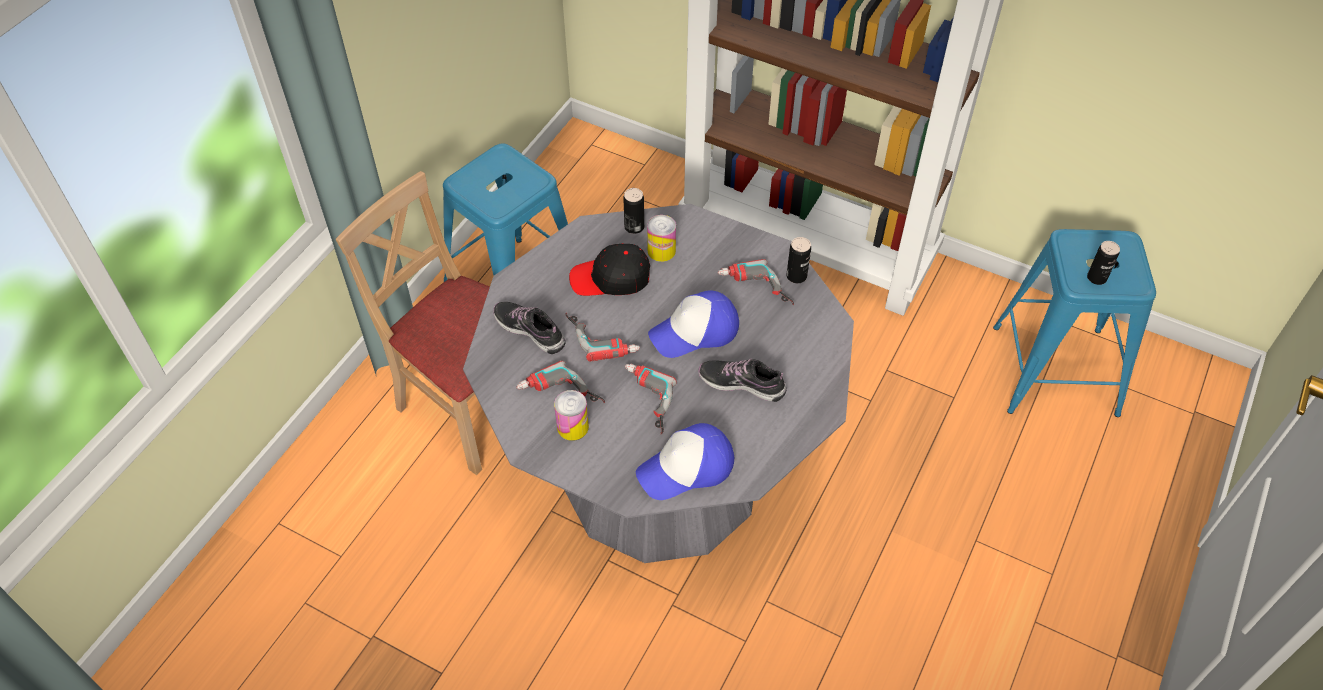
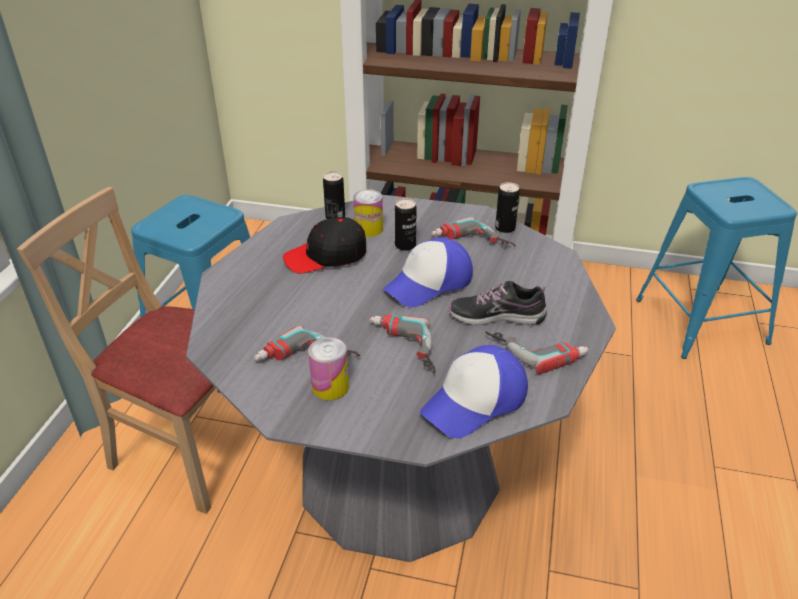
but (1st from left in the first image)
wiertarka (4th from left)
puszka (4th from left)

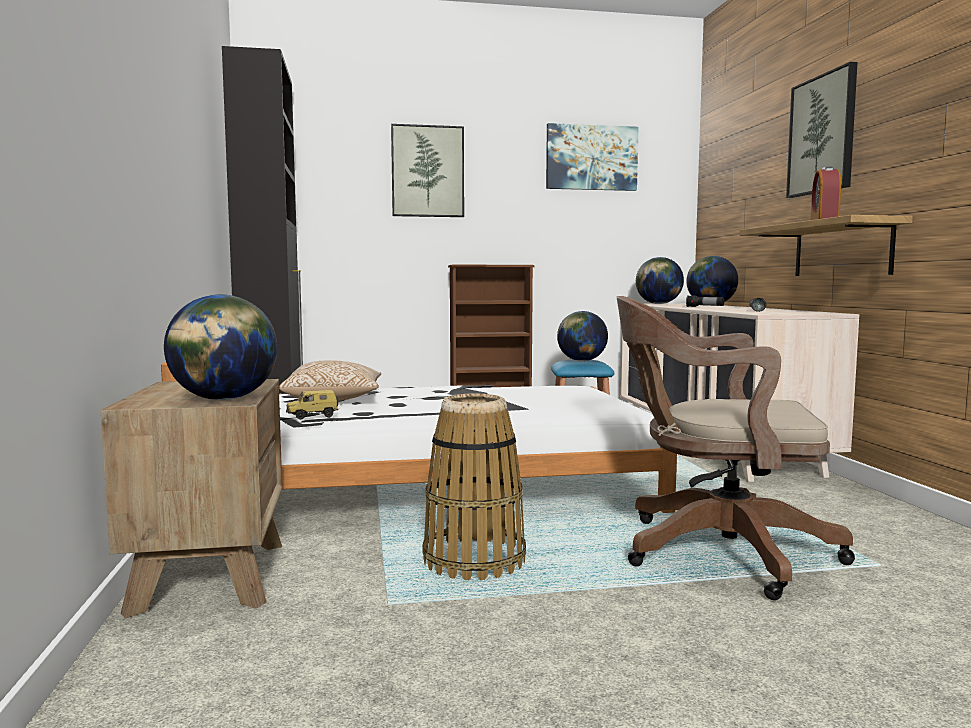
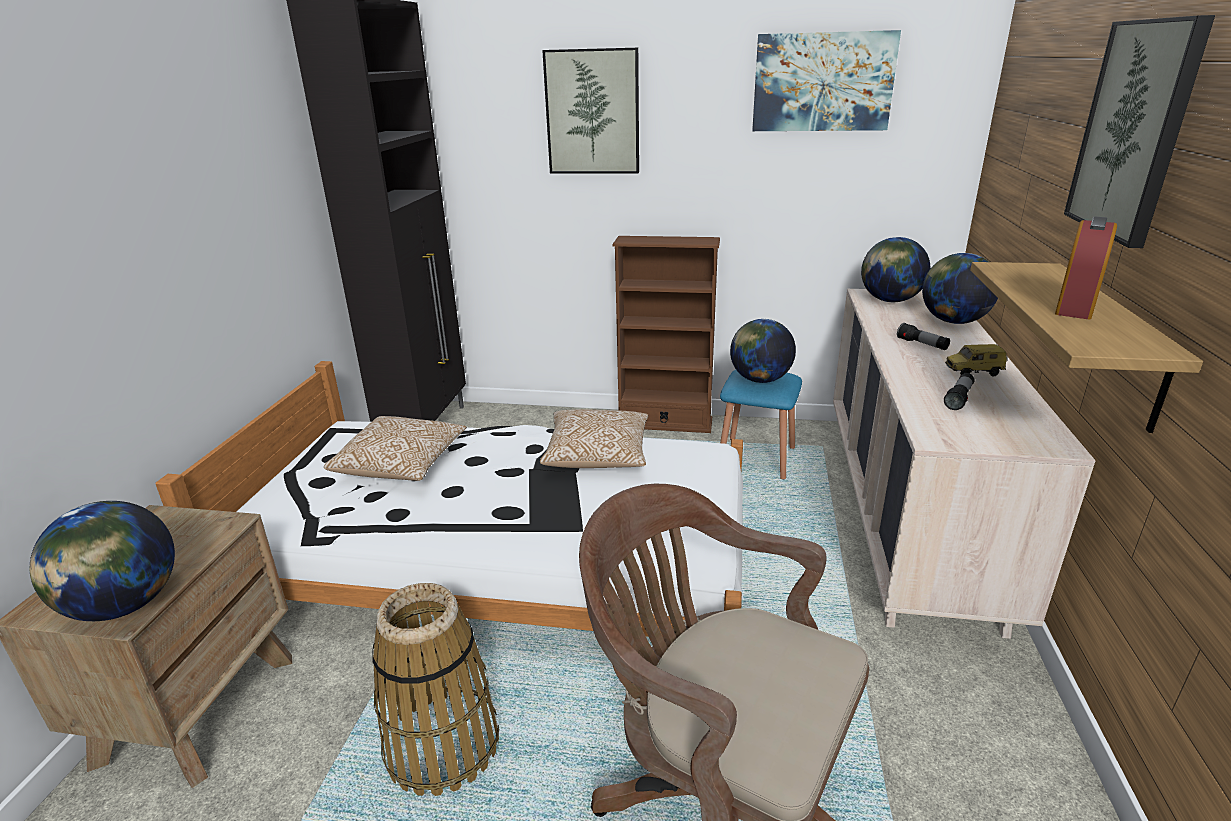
samochodzik
poduszka (2nd from left)

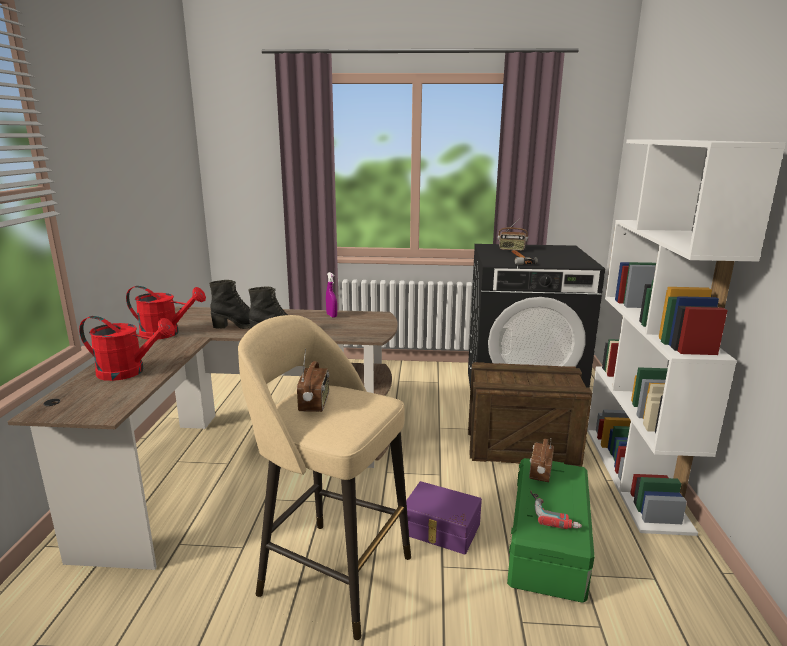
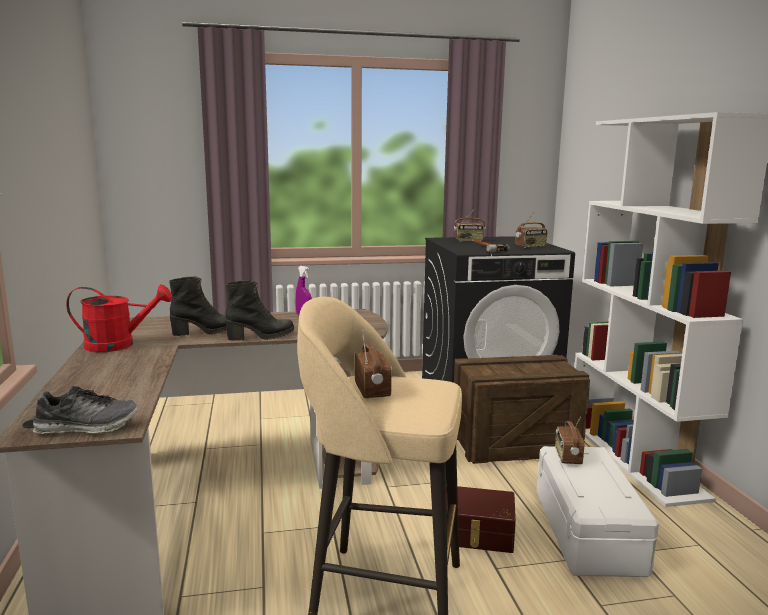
konewka/czerwony (1st from left in the first image)
pojemnik do przechowywania/brązowy
pojemnik do przechowywania/biały
wiertarka
but
radio (3rd from left)

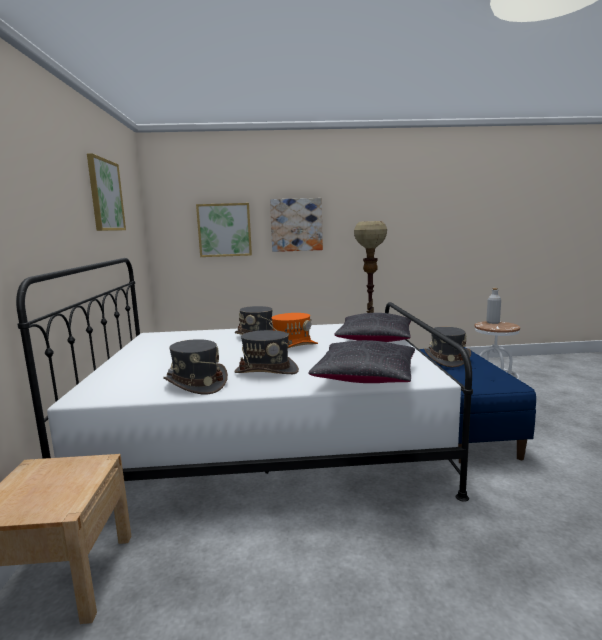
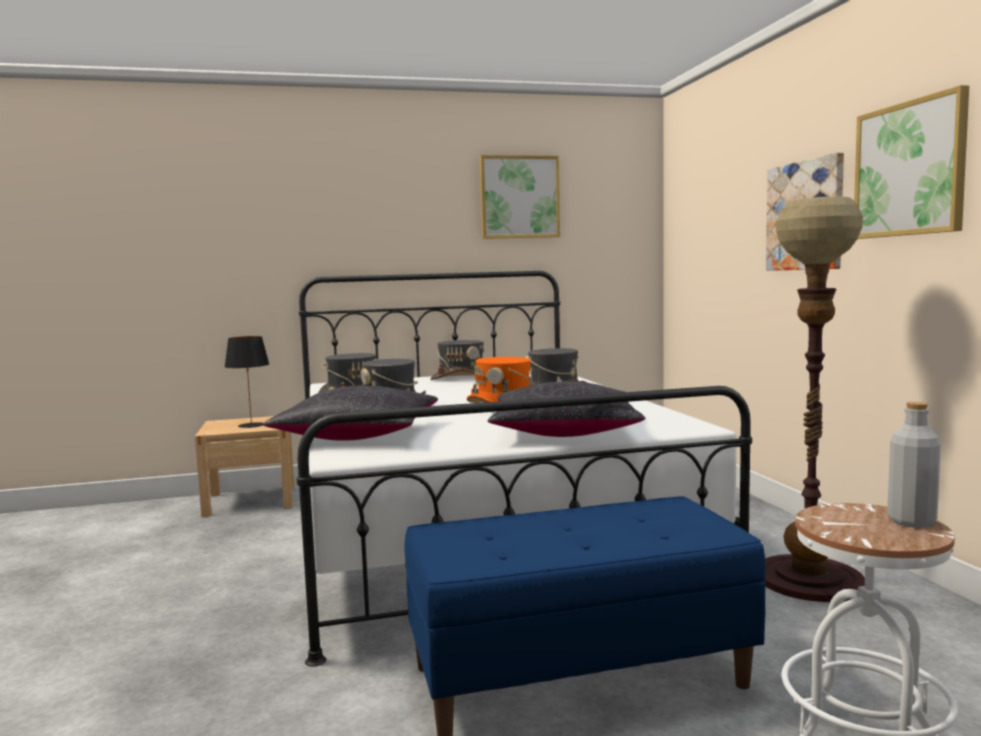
obraz (3rd from left)
kapelusz/szary (3rd from left)
lampa stołowa/czarny

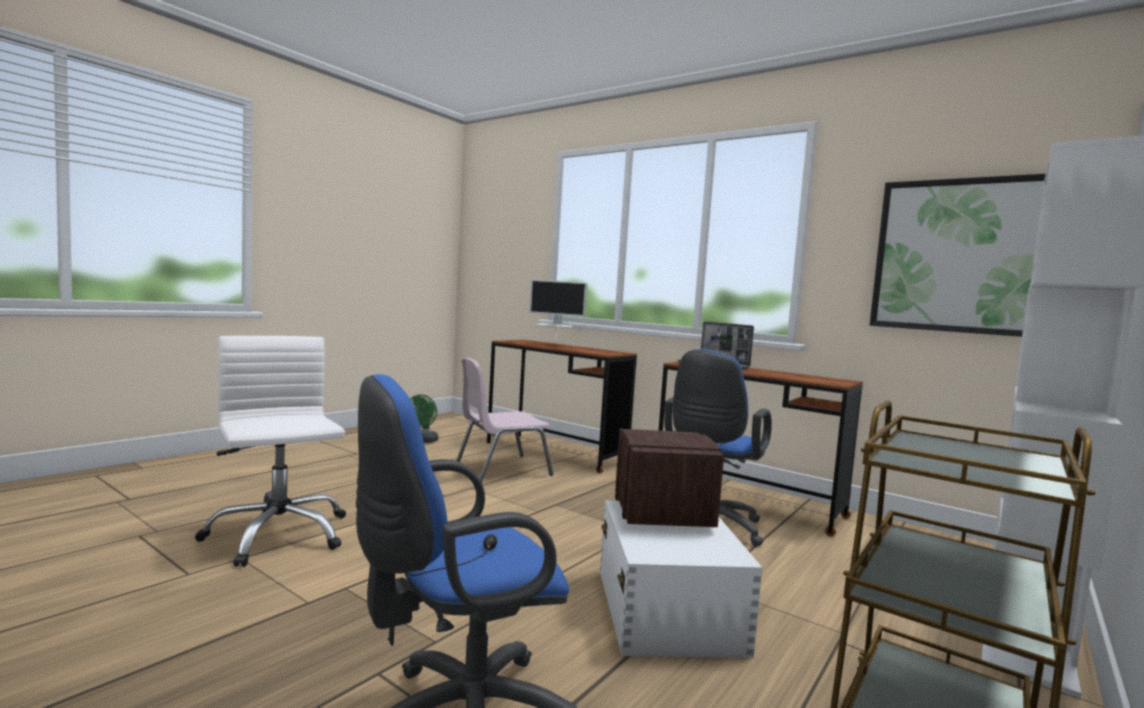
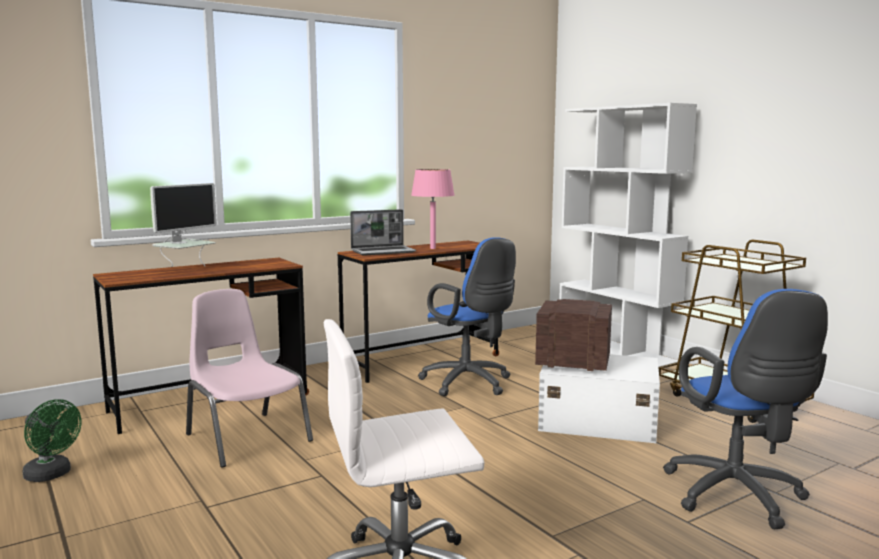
krzesło/różowy
obraz
lampa stołowa/różowy

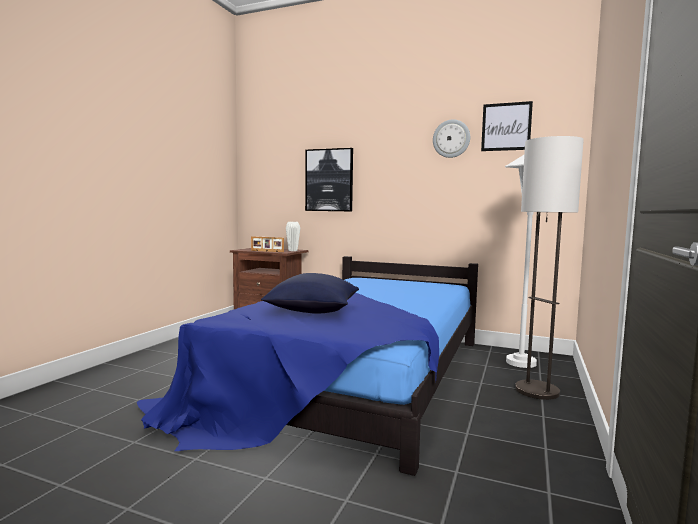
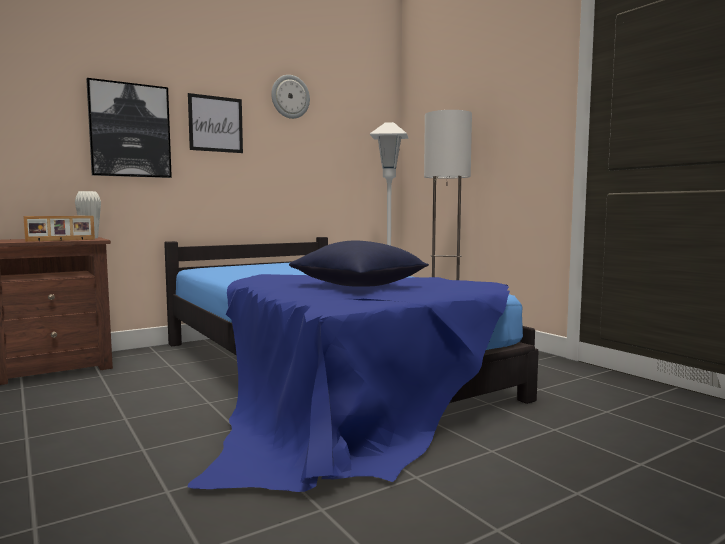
obraz (2nd from left)

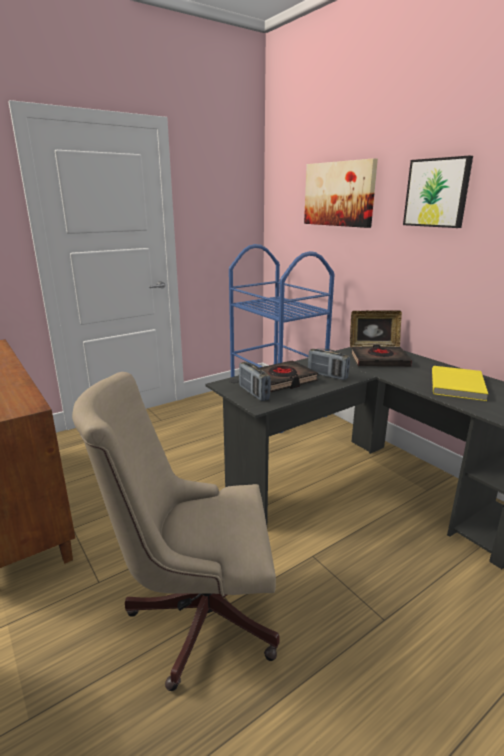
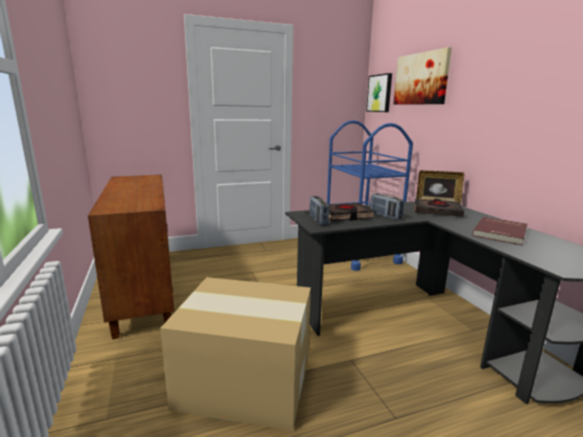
karton
obraz (1st from left)
książka/czerwony

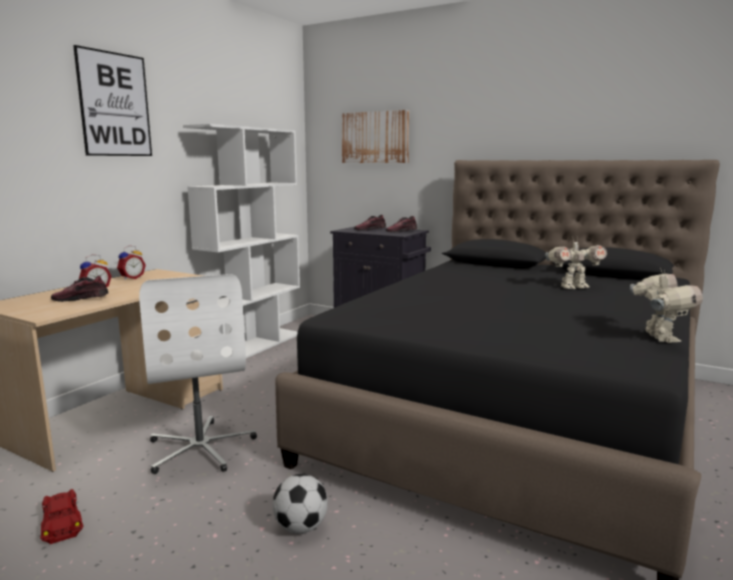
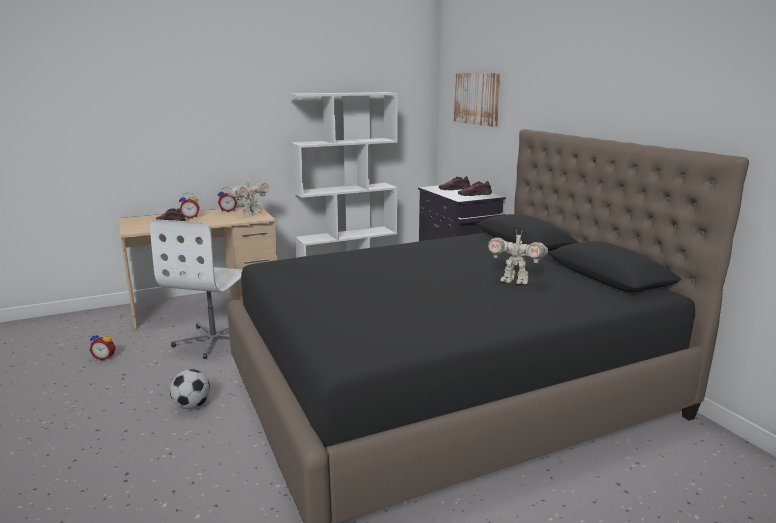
budzik (1st from left)
obraz (1st from left in the first image)
robot zabawkowy (1st from left)

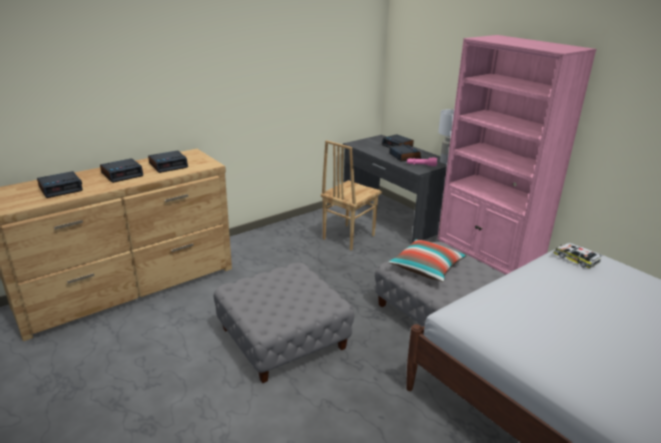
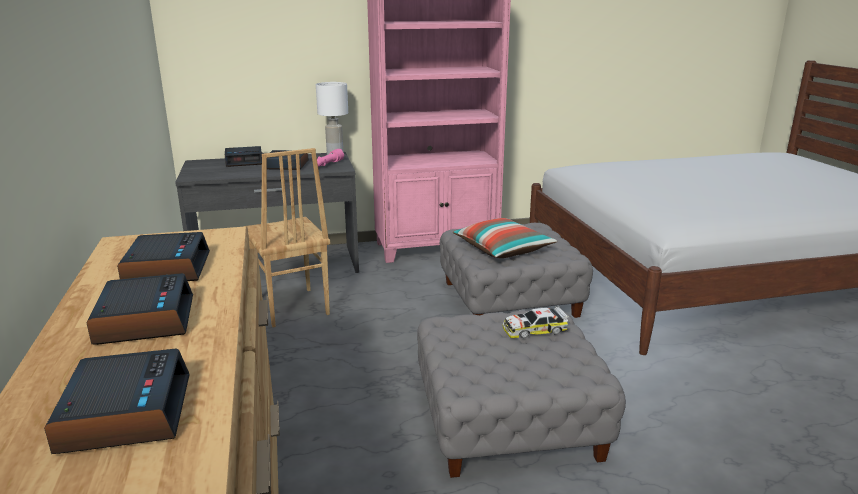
samochodzik

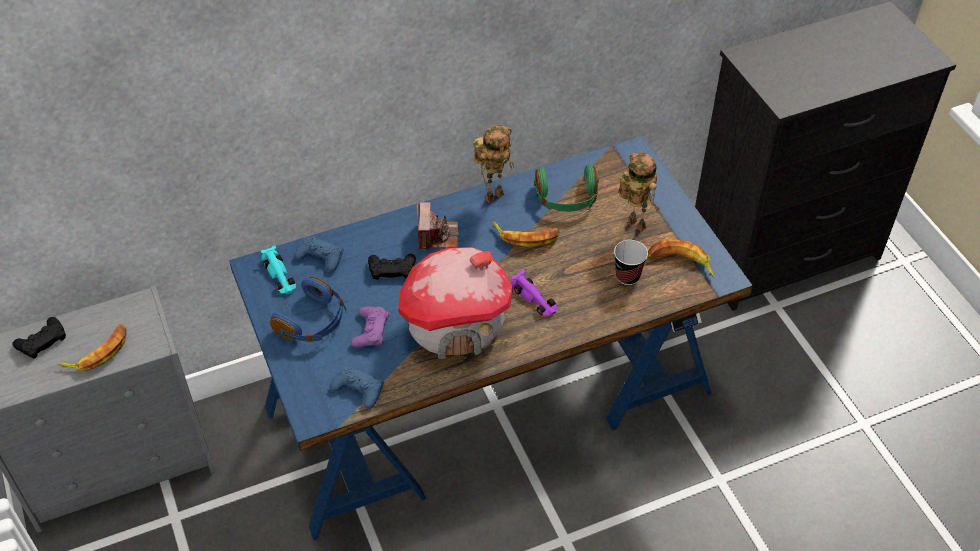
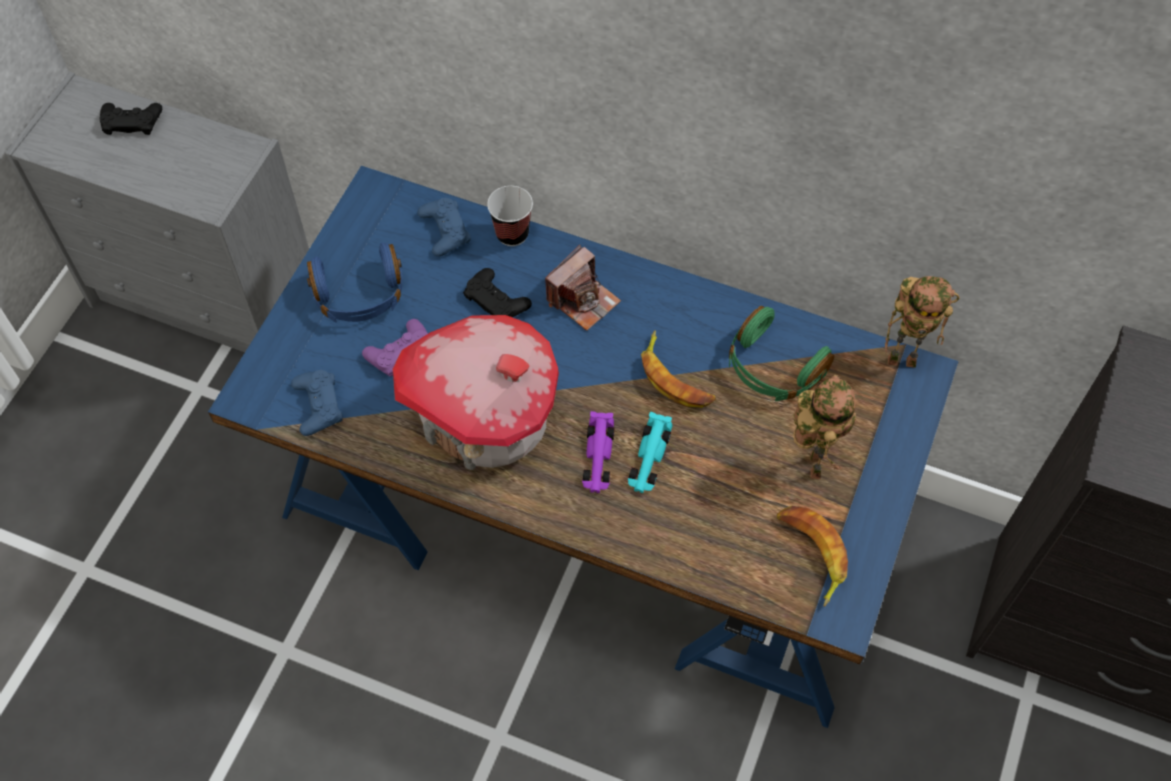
banan (1st from left in the first image)
samochodzik/turkusowy
robot zabawkowy (2nd from left)
filiżanka

